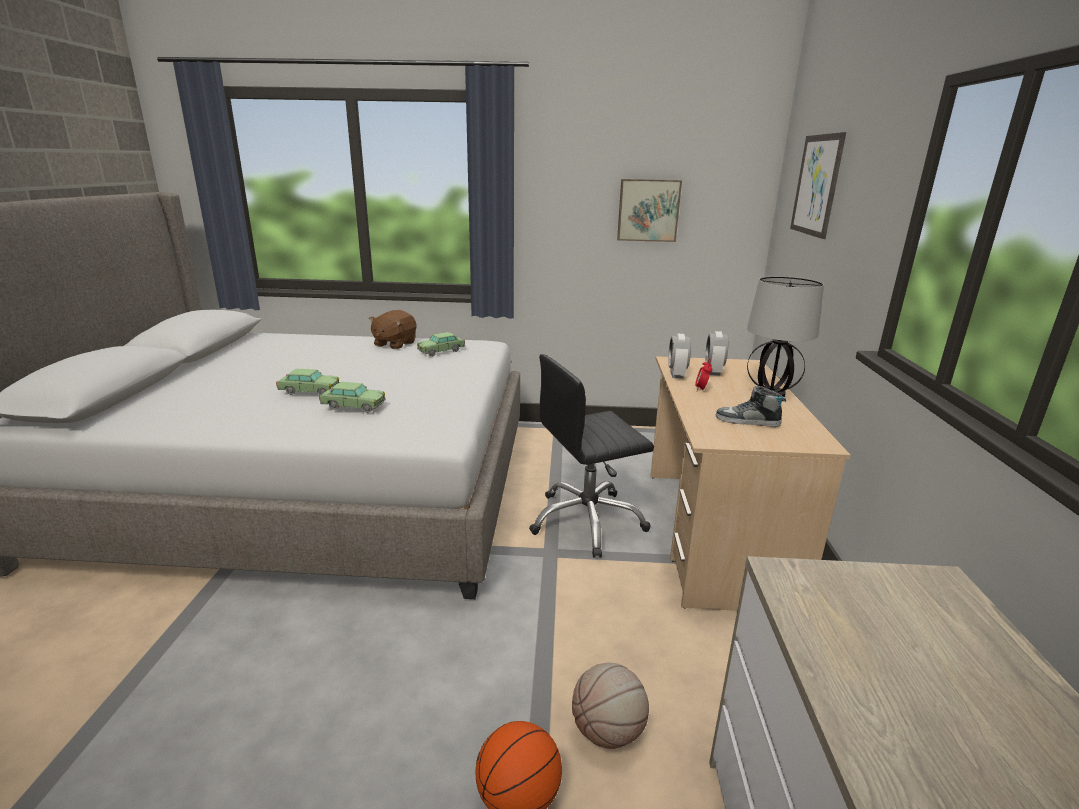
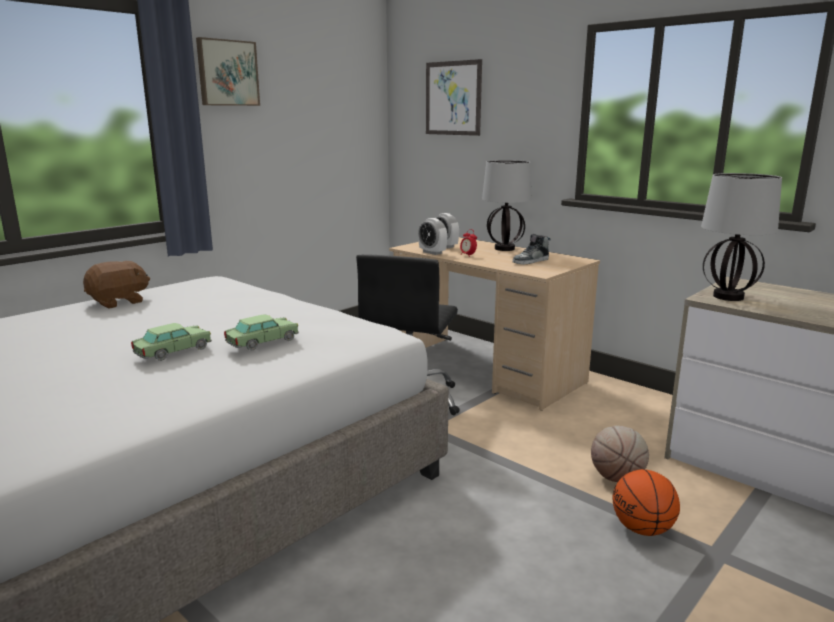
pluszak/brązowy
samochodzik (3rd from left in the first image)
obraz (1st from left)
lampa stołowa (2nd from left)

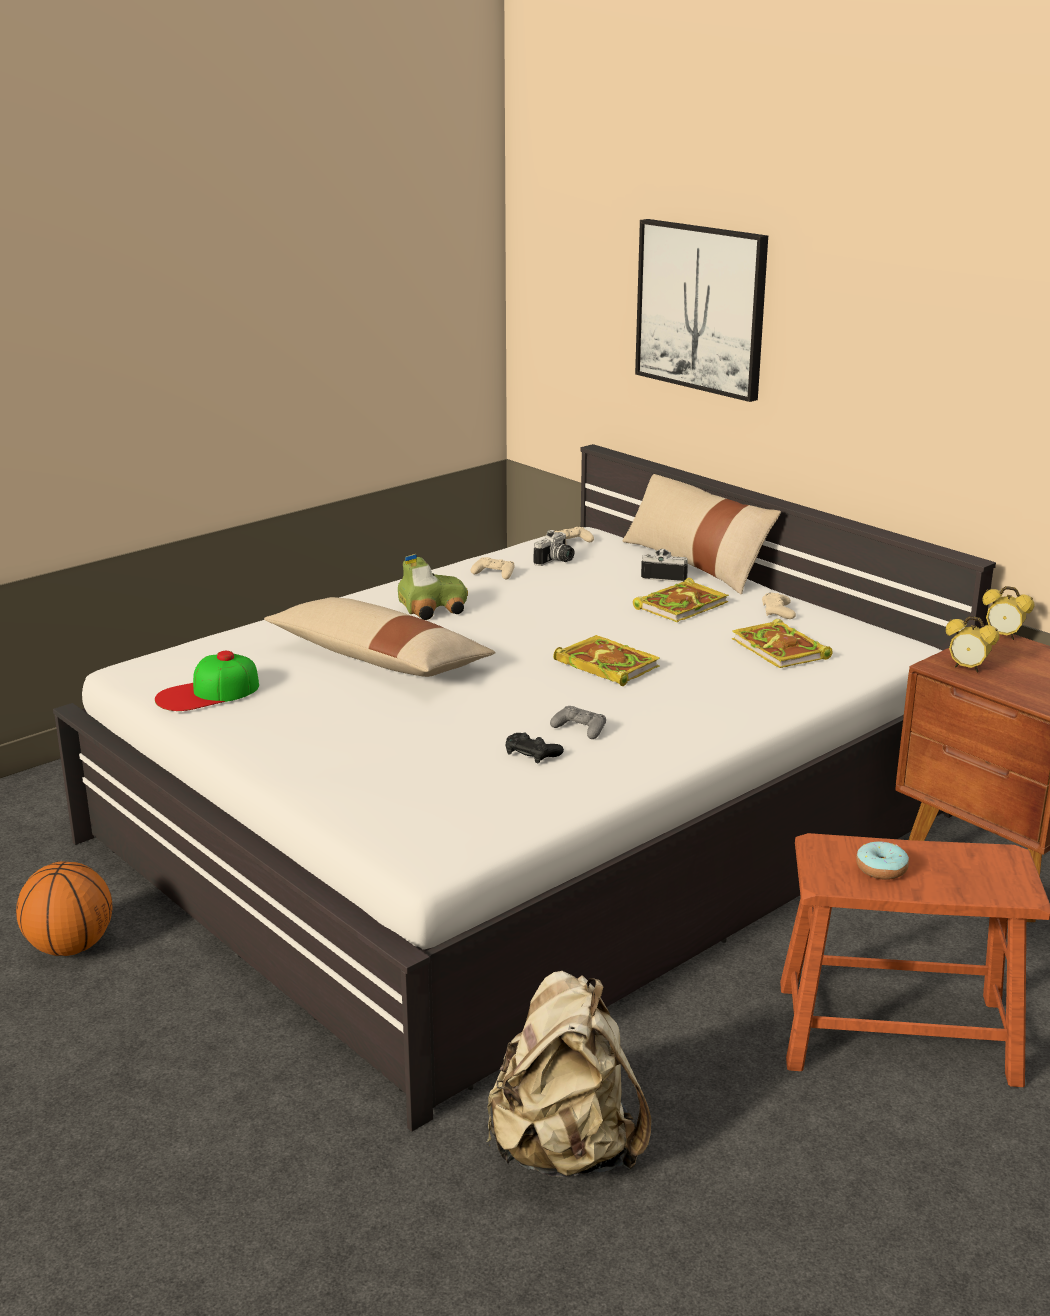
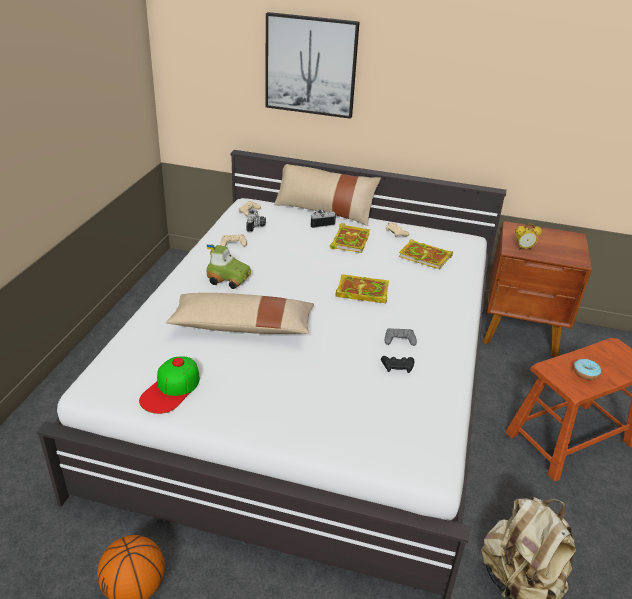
samochodzik
budzik (2nd from left in the first image)

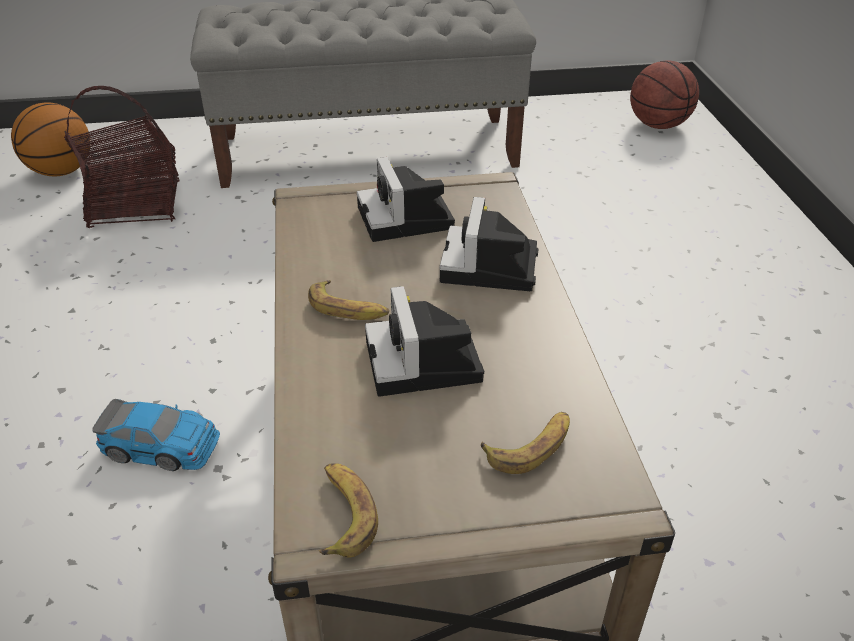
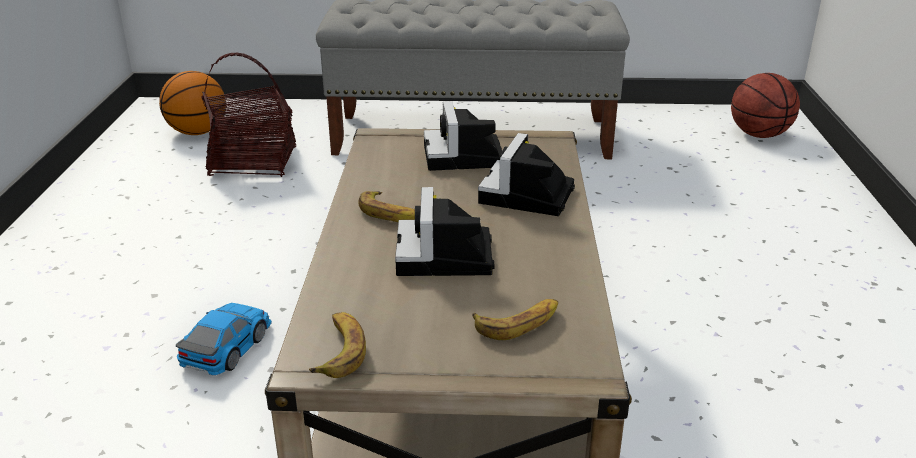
samochodzik

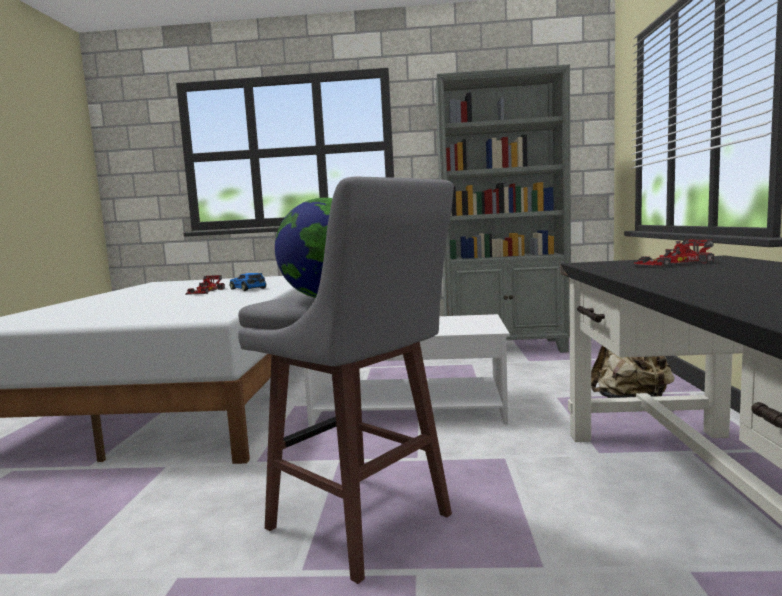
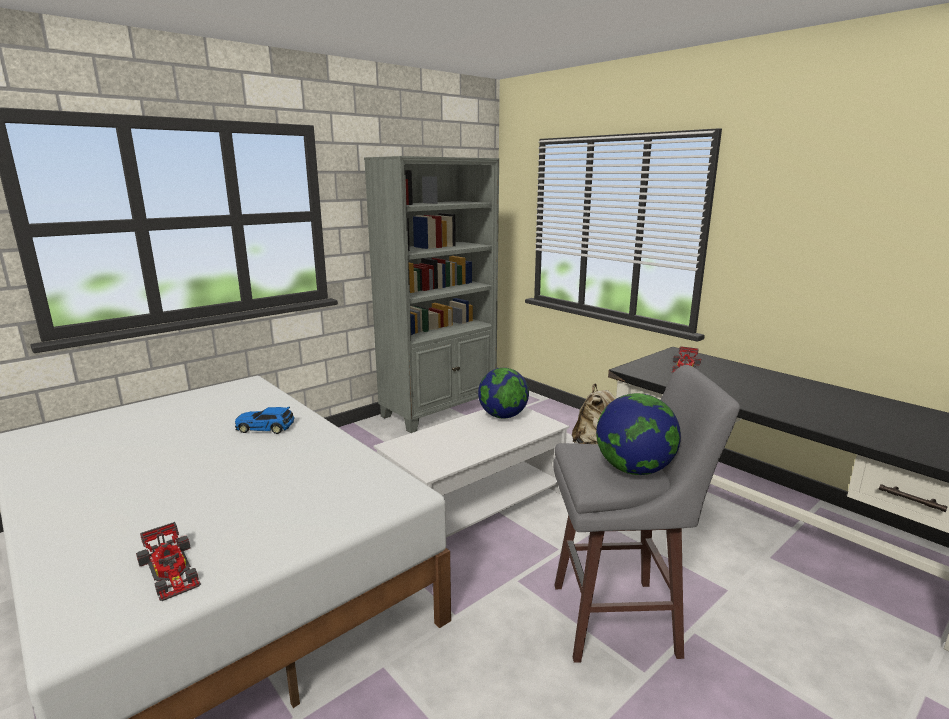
samochodzik (1st from left)
globus (1st from left)

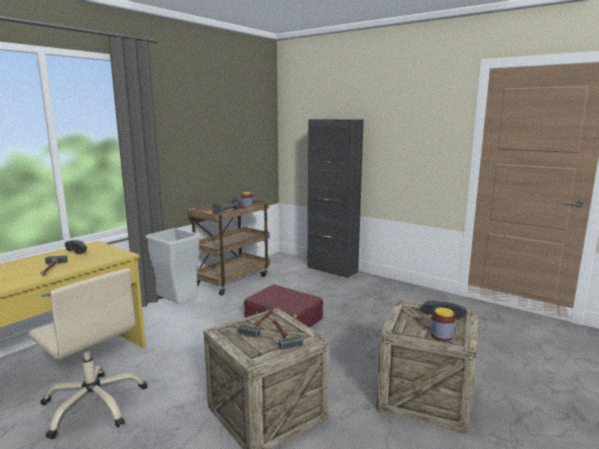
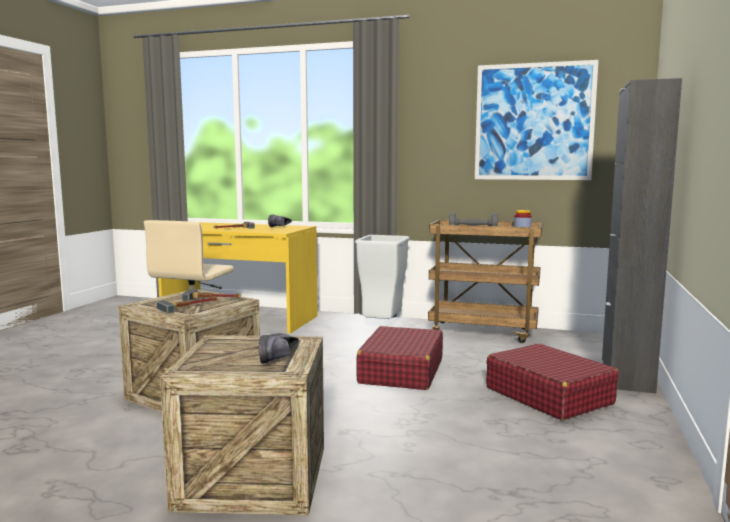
słoik (2nd from left in the first image)
obraz
walizka/czerwony (2nd from left)

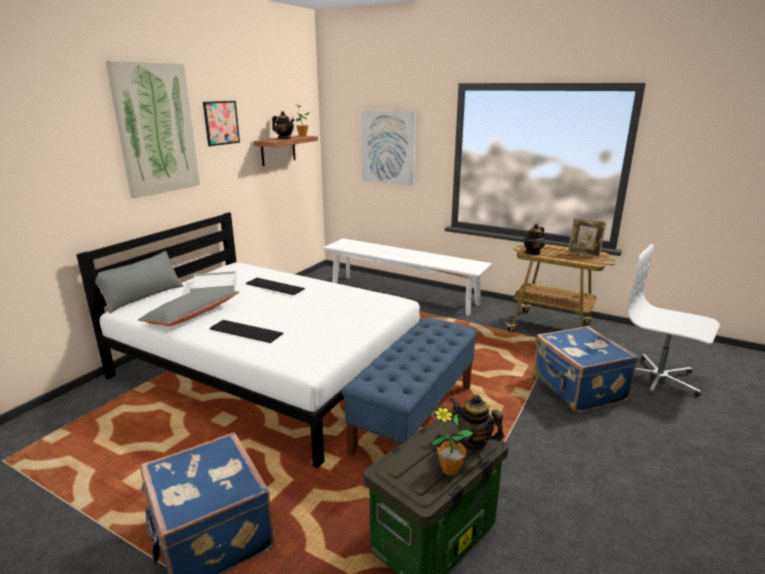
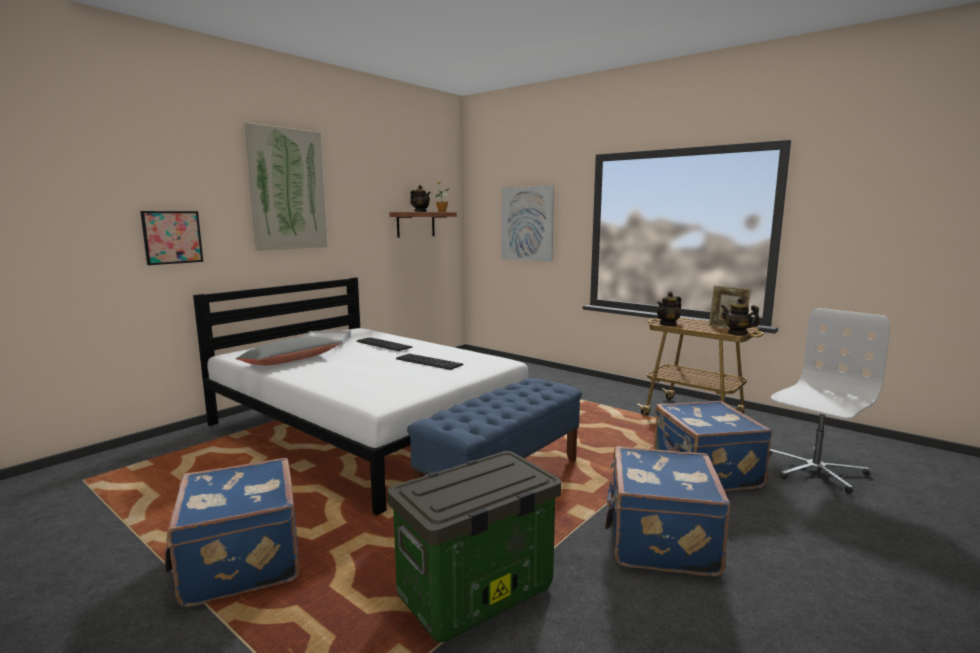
poduszka/szary (1st from left in the first image)
obraz (1st from left)
klawiatura (2nd from left)
ławka/biały
roślina doniczkowa (2nd from left in the first image)
imbryk (3rd from left)
krzesło biurowe/biały
walizka/niebieski (2nd from left)

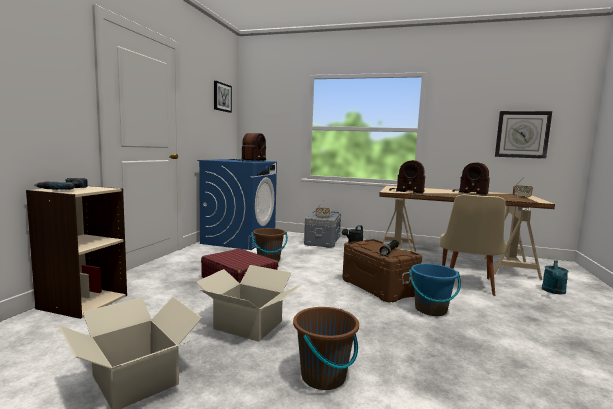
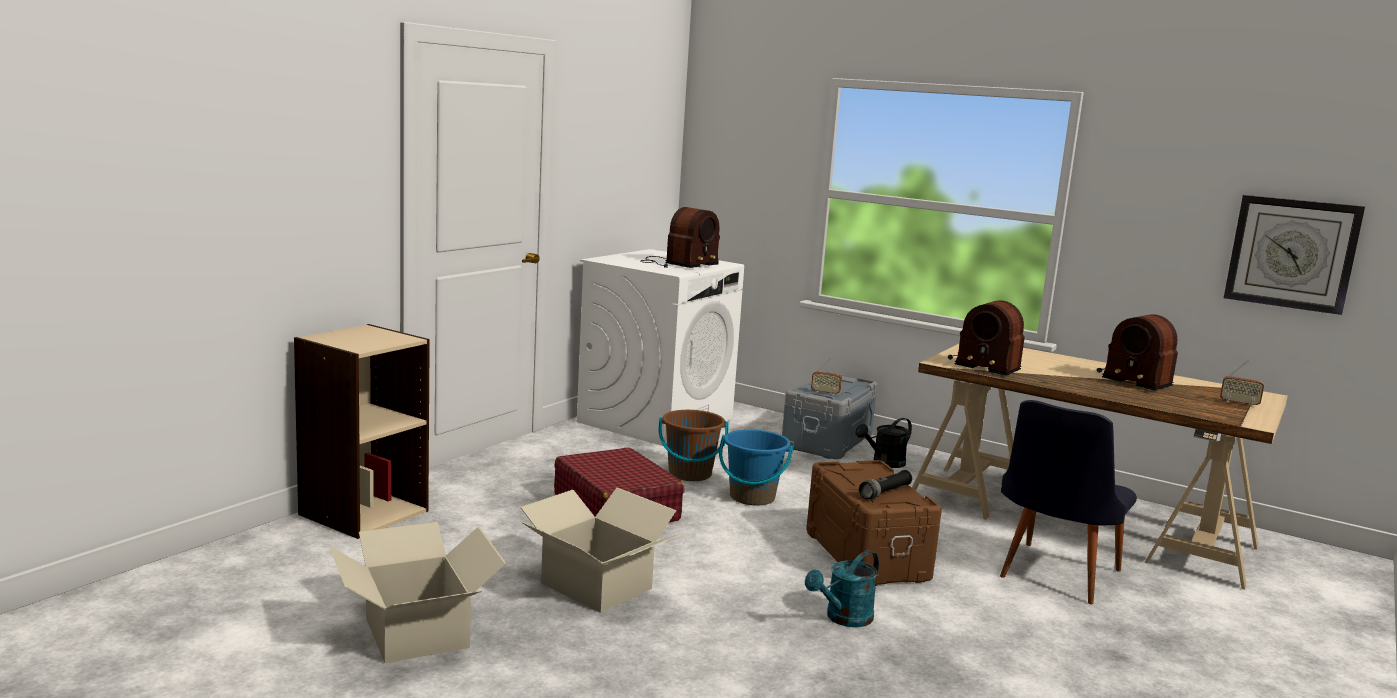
wiertarka
pralka/biały
obraz
wiadro/brązowy (2nd from left in the first image)
wiadro/niebieski
krzesło/czarny
konewka/turkusowy

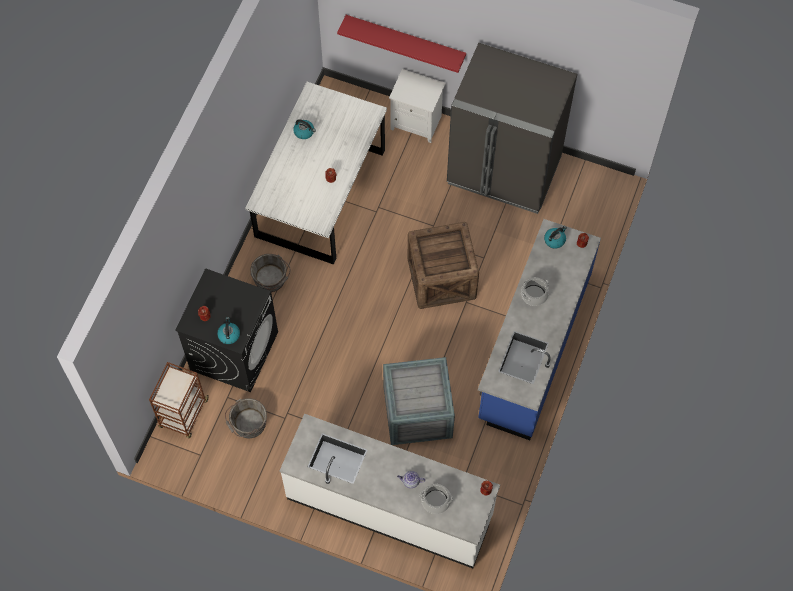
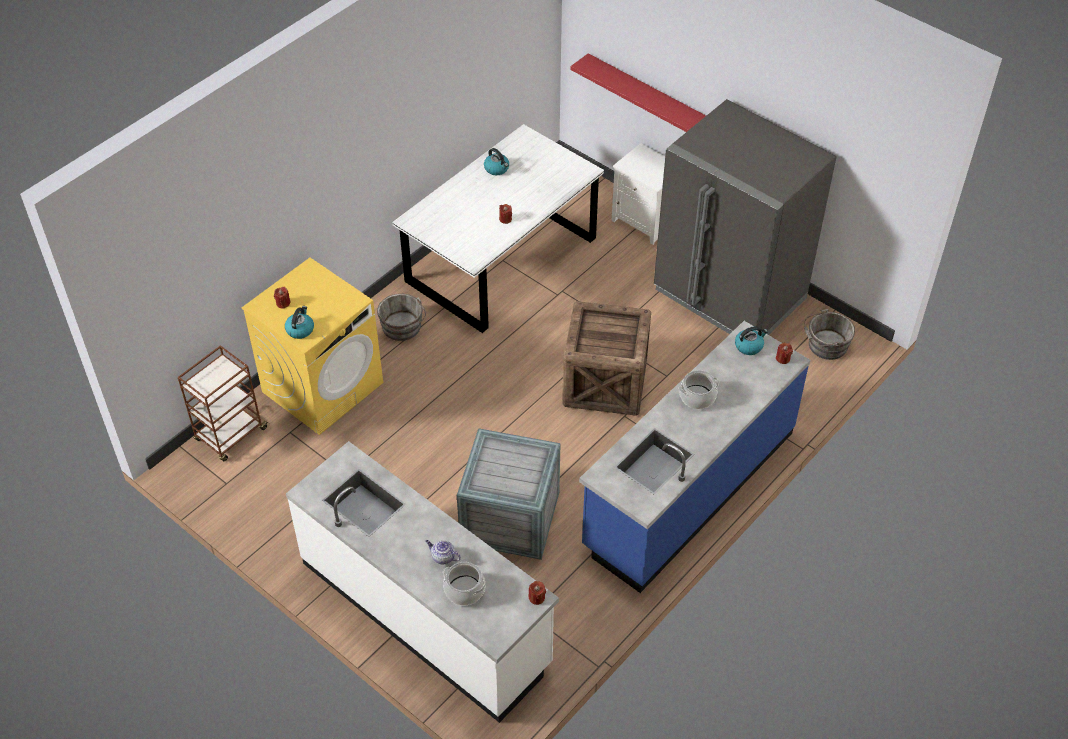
pralka/żółty
wiadro/szary (2nd from left)

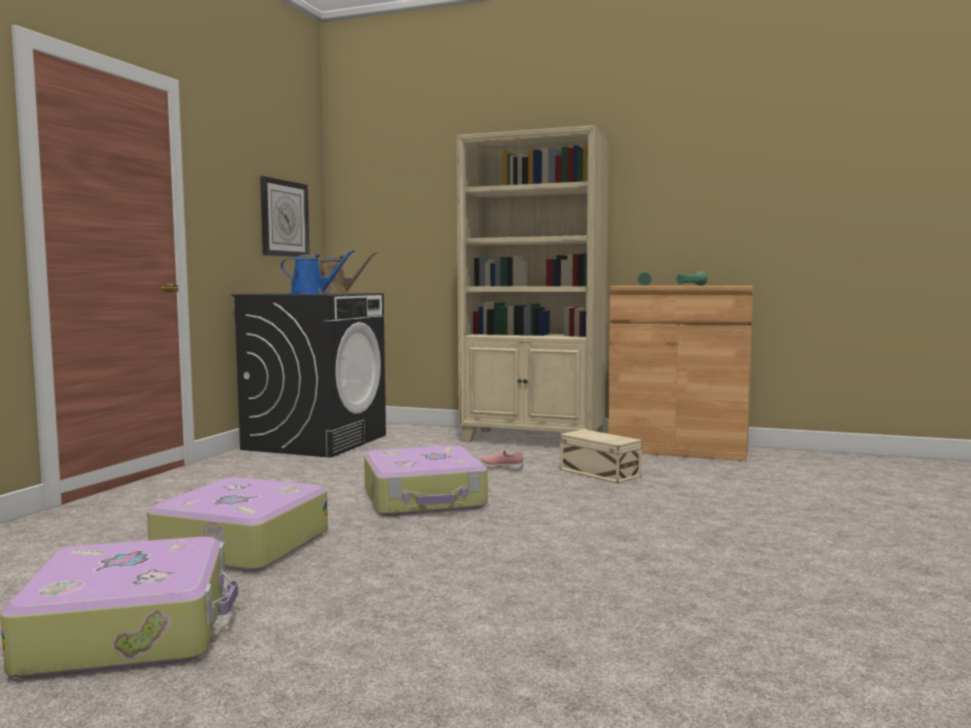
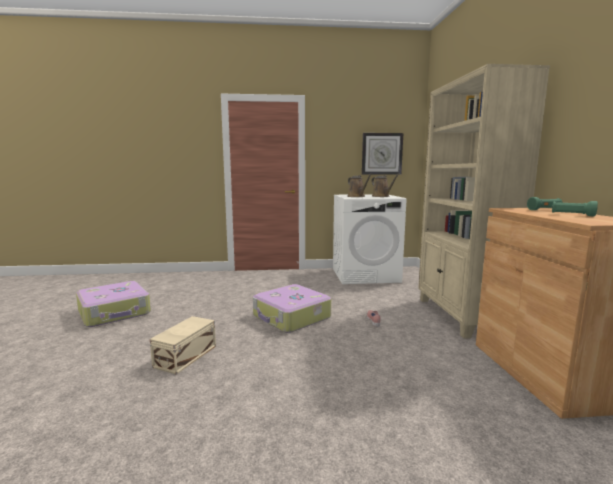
walizka (2nd from left in the first image)
pralka/biały
konewka/brązowy (1st from left)
pojemnik do przechowywania/beżowy

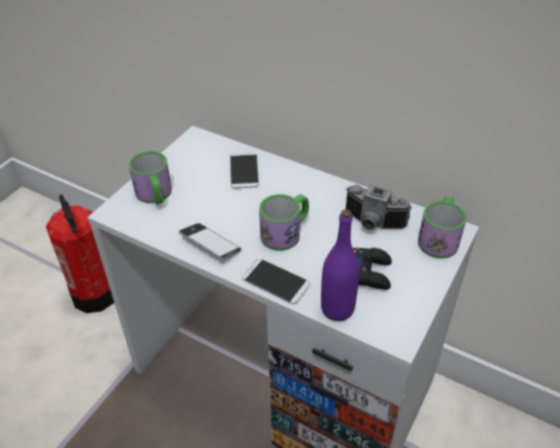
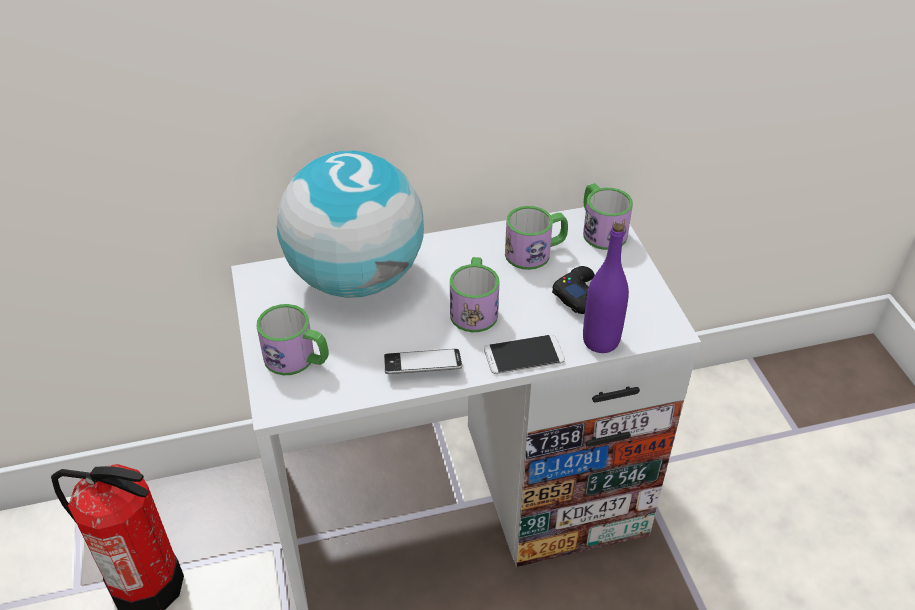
globus
kubek (3rd from left)

